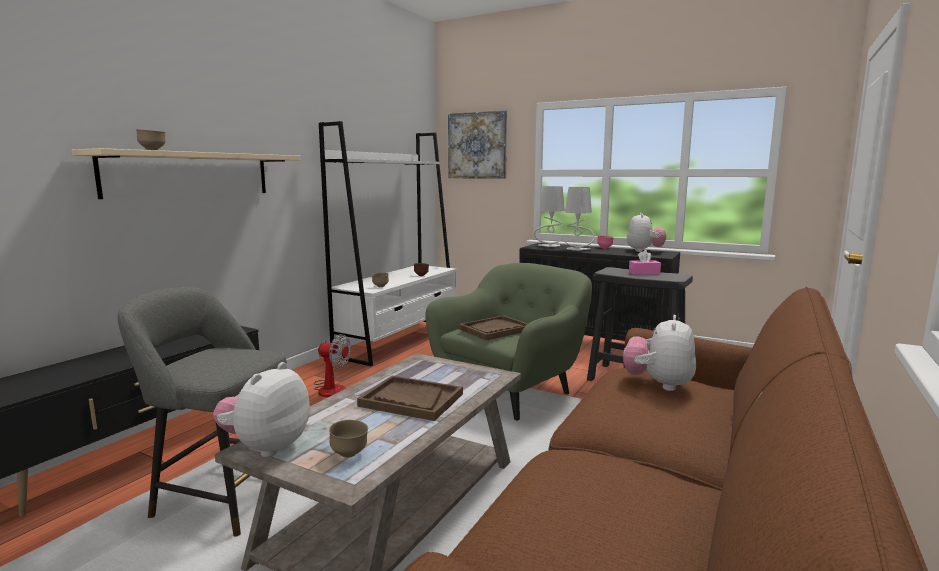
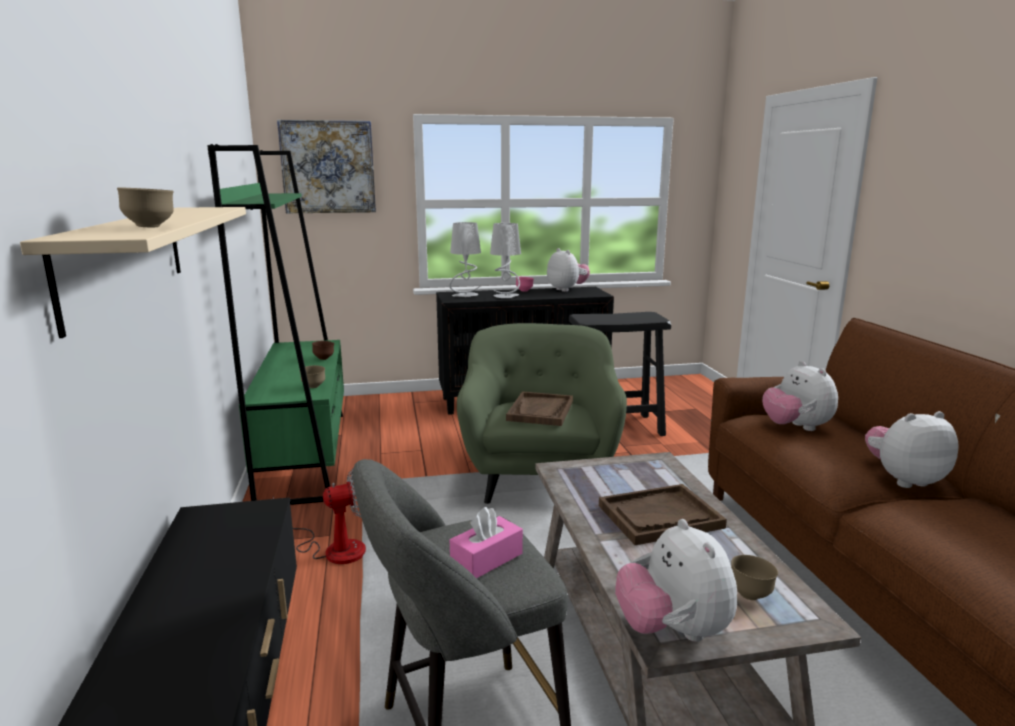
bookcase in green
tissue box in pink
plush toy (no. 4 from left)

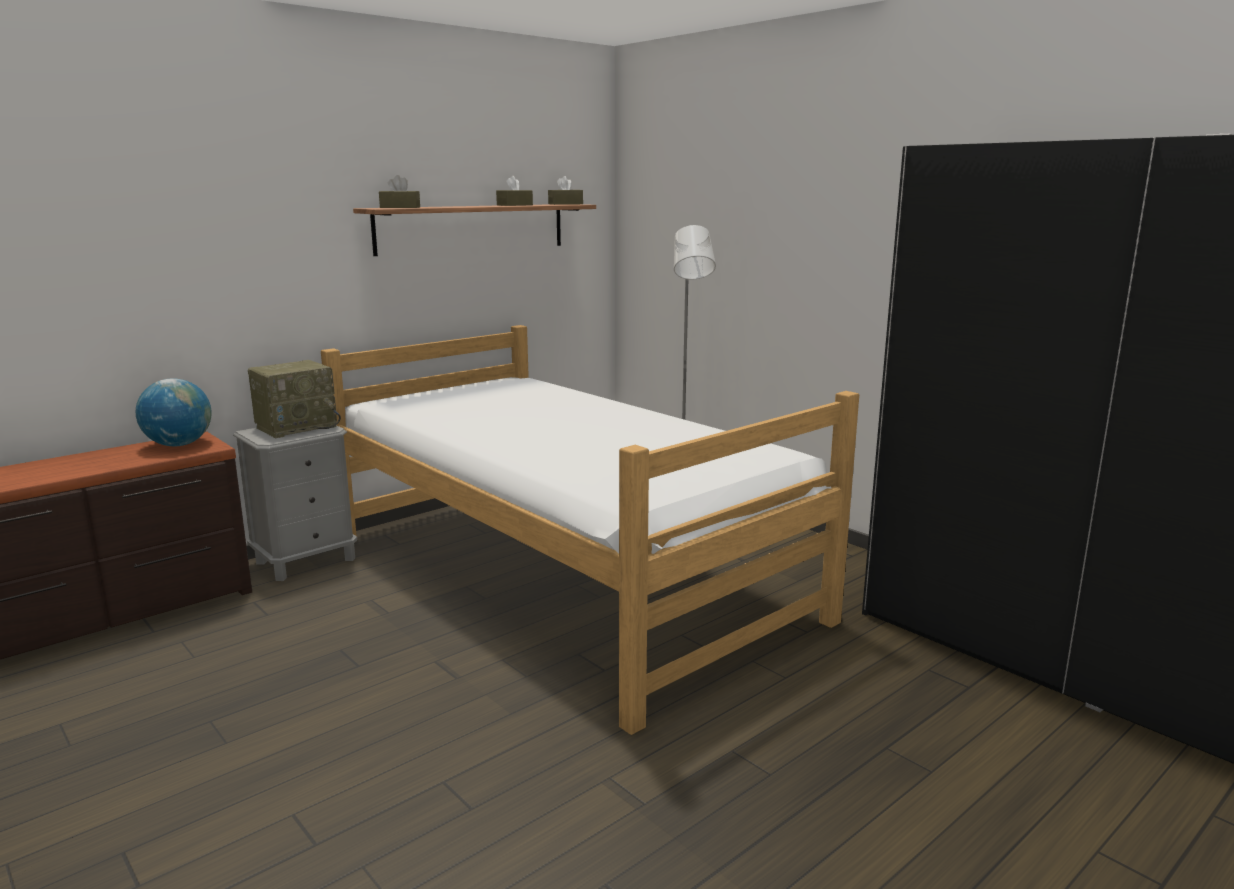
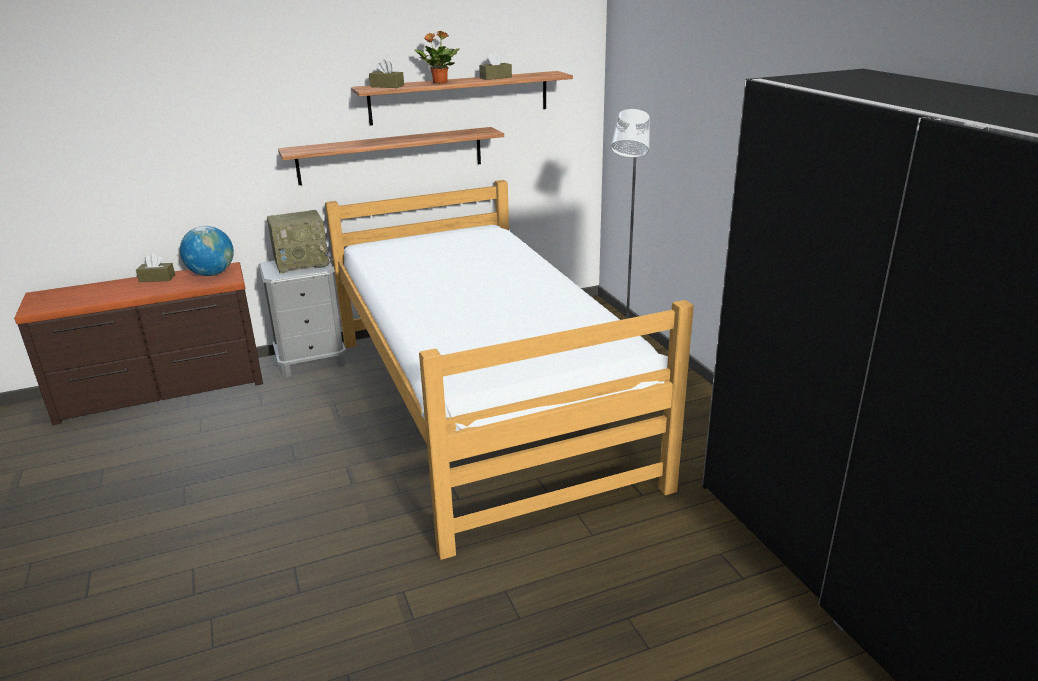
tissue box in brown (no. 1 from left)
shelf (no. 1 from left)
potted plant

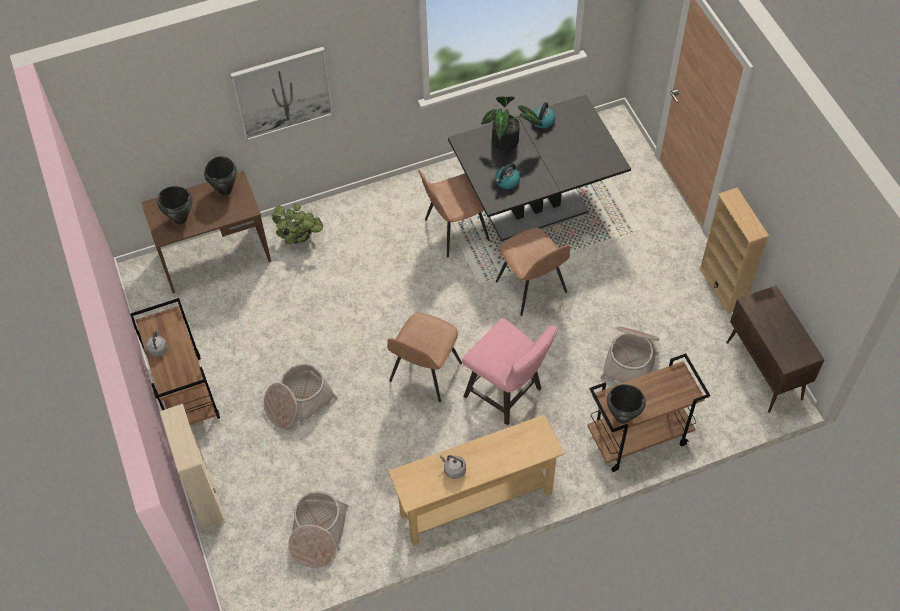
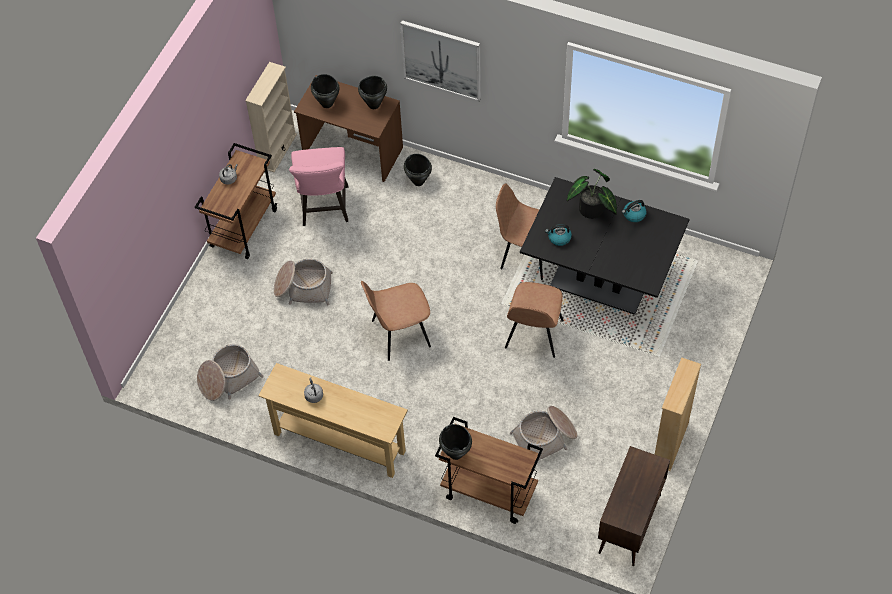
bookcase in beige (no. 1 from left)
stool in pink
cooking pot in black (no. 3 from left)

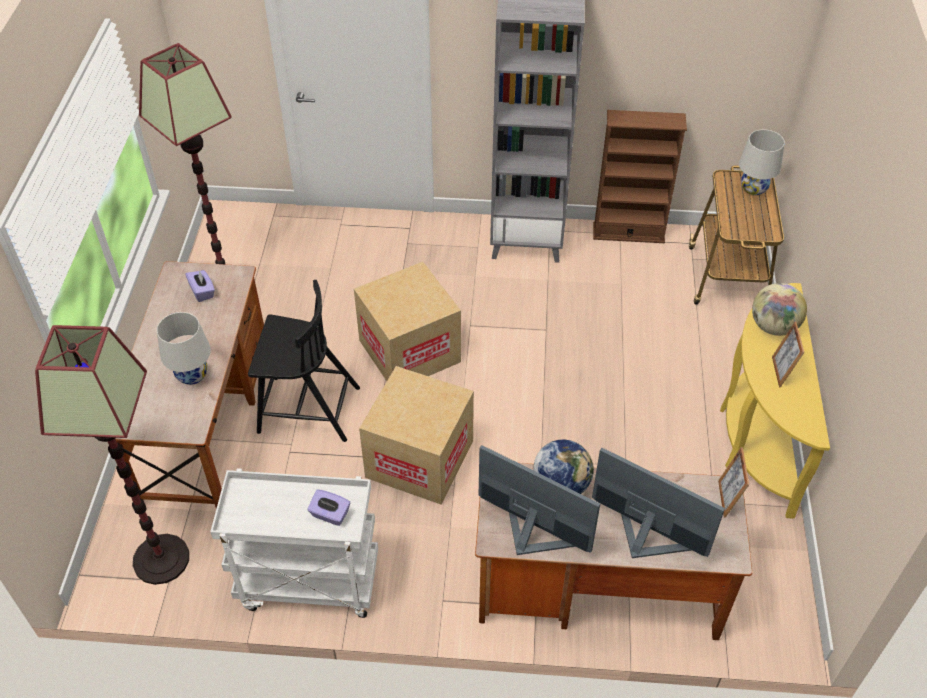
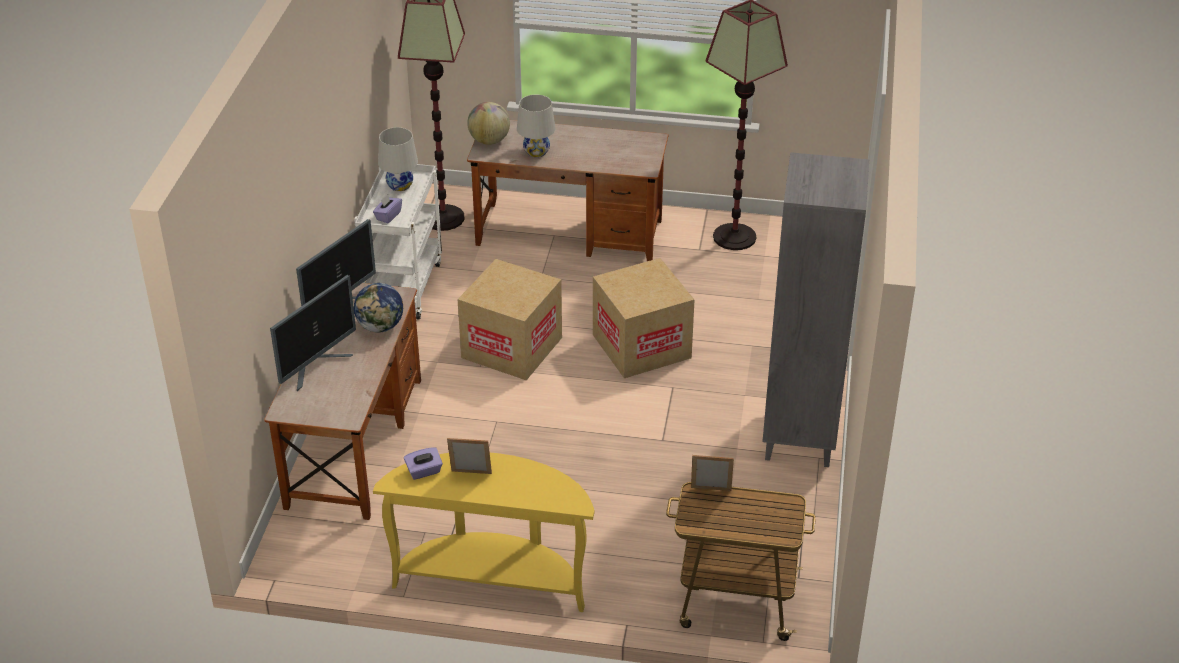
table lamp in white (no. 1 from left)
tissue box in purple (no. 2 from left)
globe (no. 2 from left)
picture frame (no. 2 from left)
chair in black
bookcase in brown

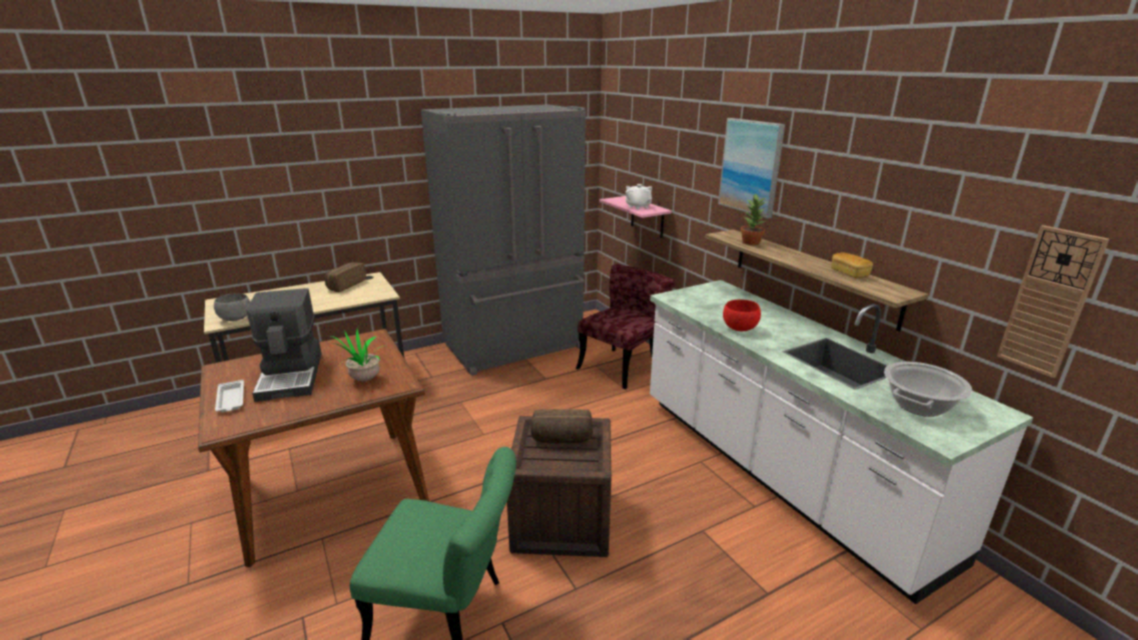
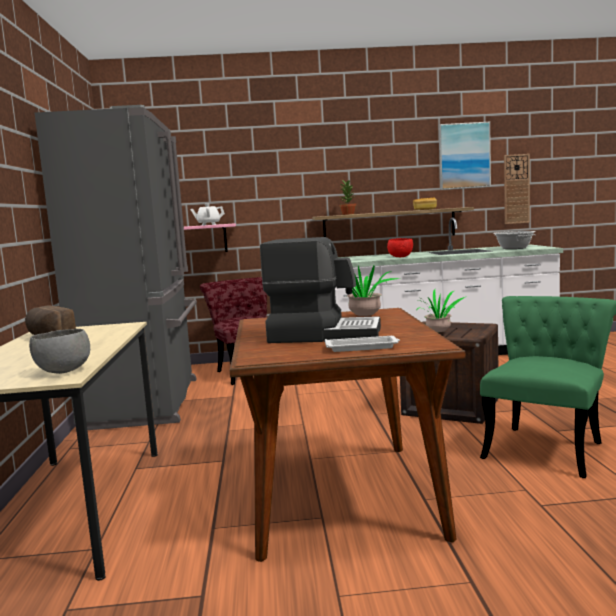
potted plant (no. 3 from left)
picture

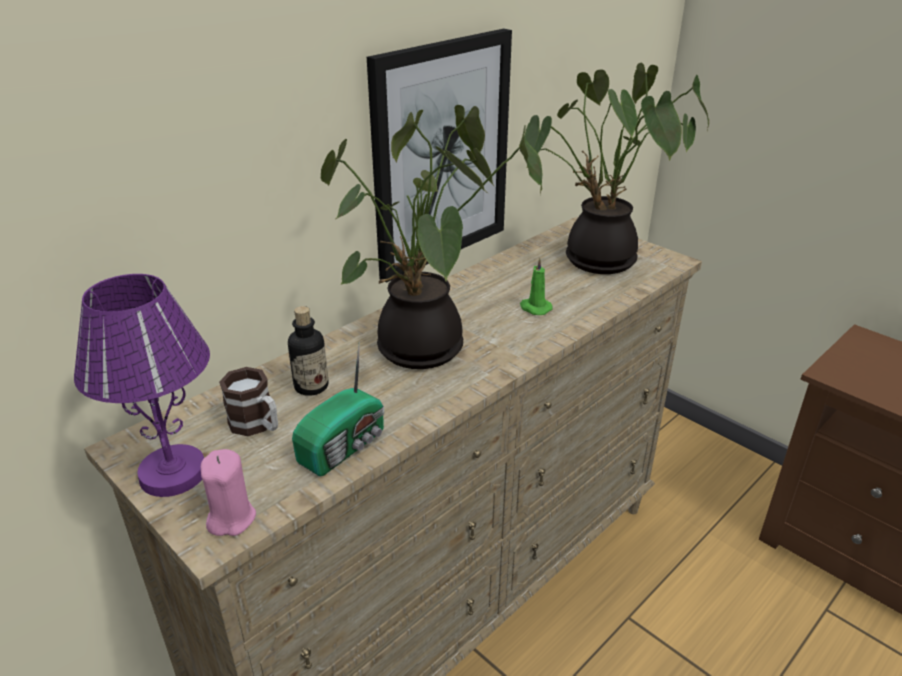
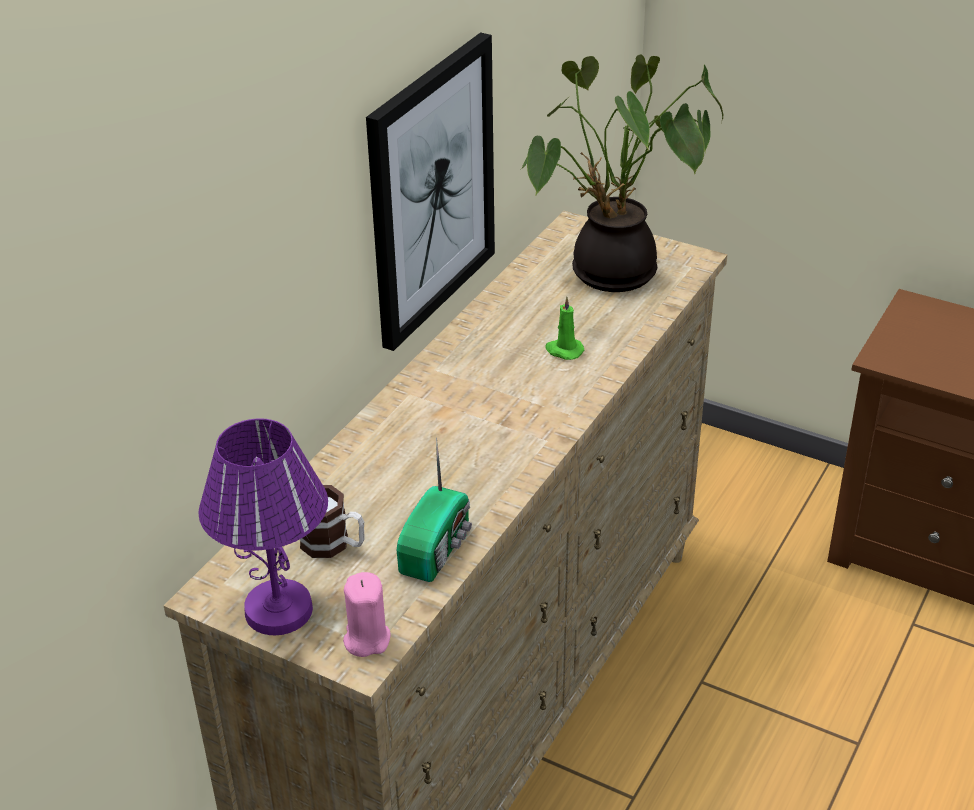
bottle
potted plant (no. 1 from left in the first image)

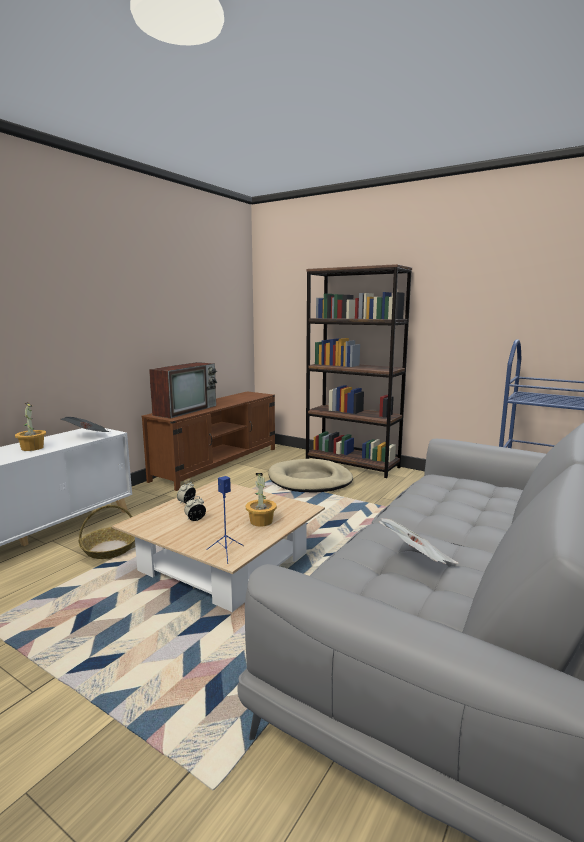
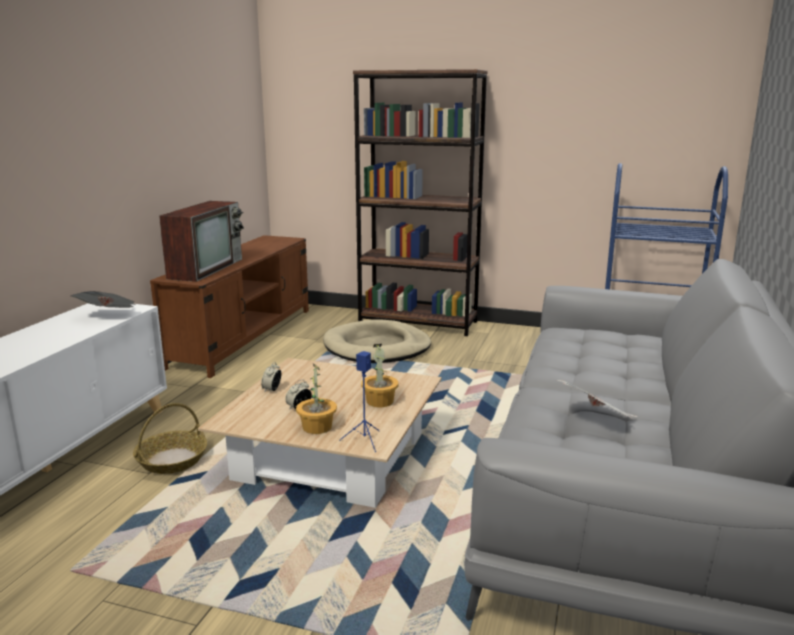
potted plant (no. 1 from left)

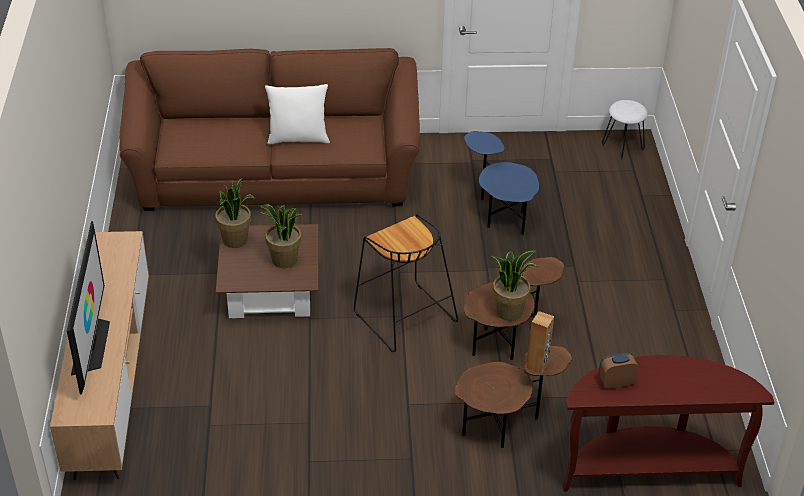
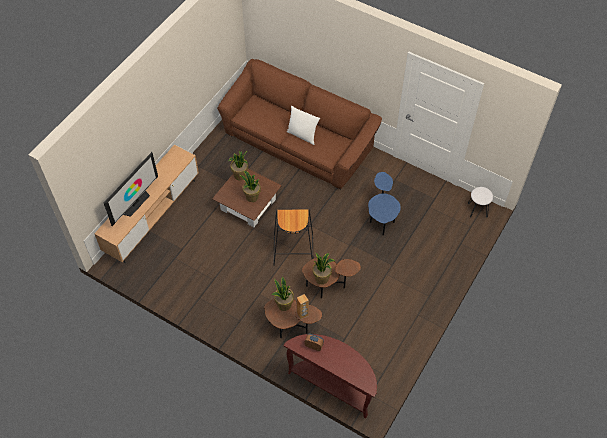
potted plant (no. 3 from left)

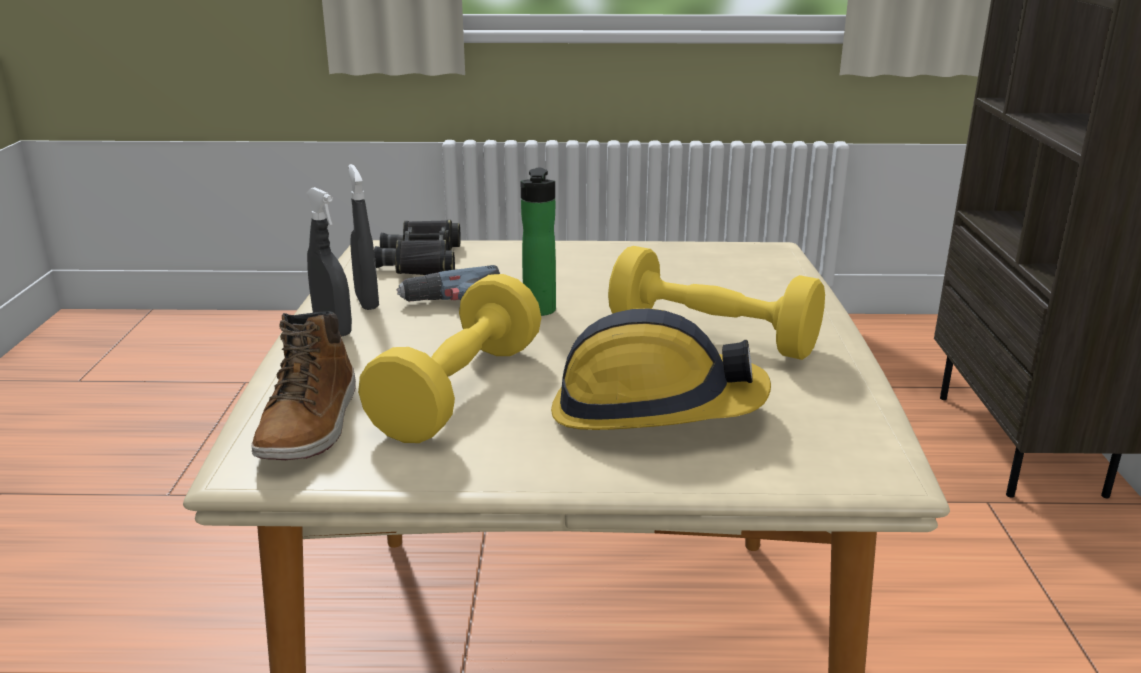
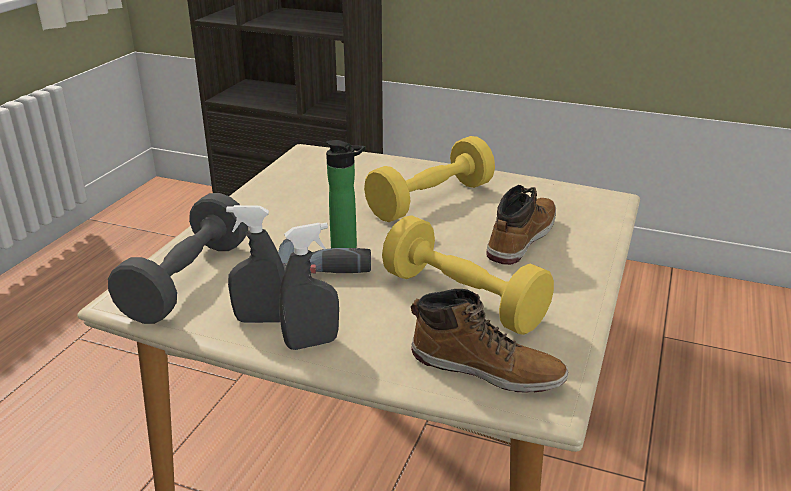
dumbbell in grey
boot (no. 2 from left)

